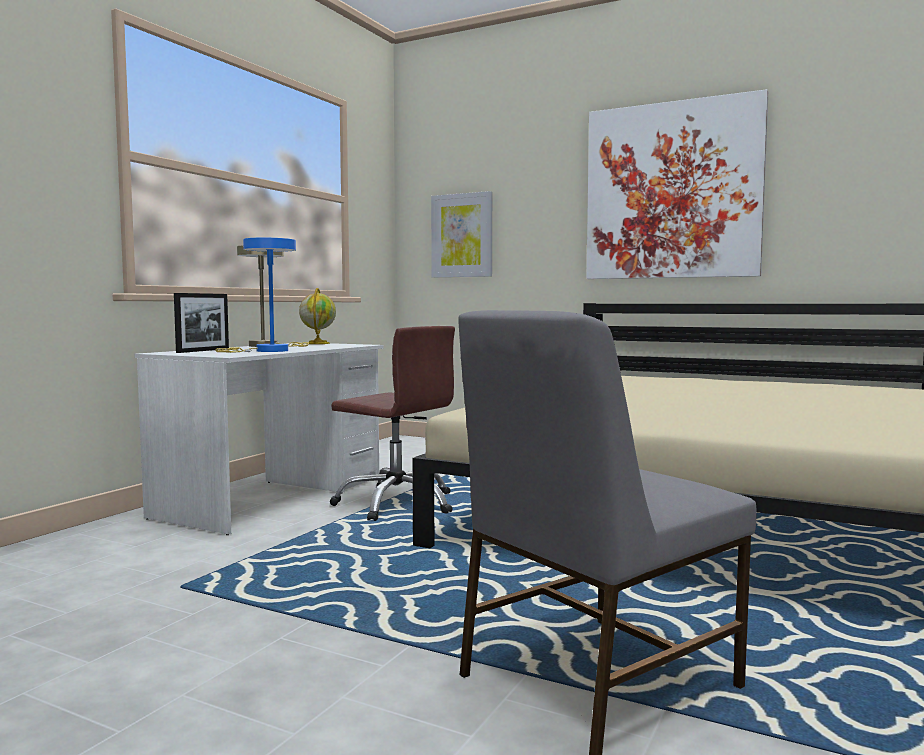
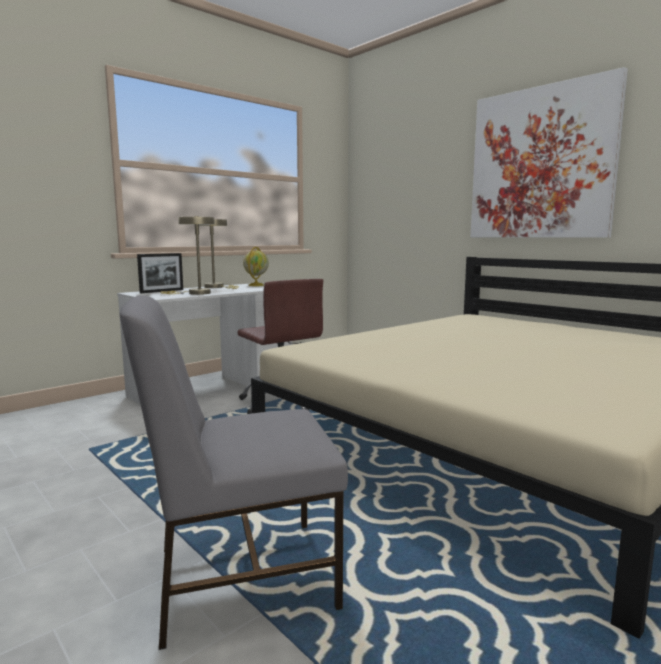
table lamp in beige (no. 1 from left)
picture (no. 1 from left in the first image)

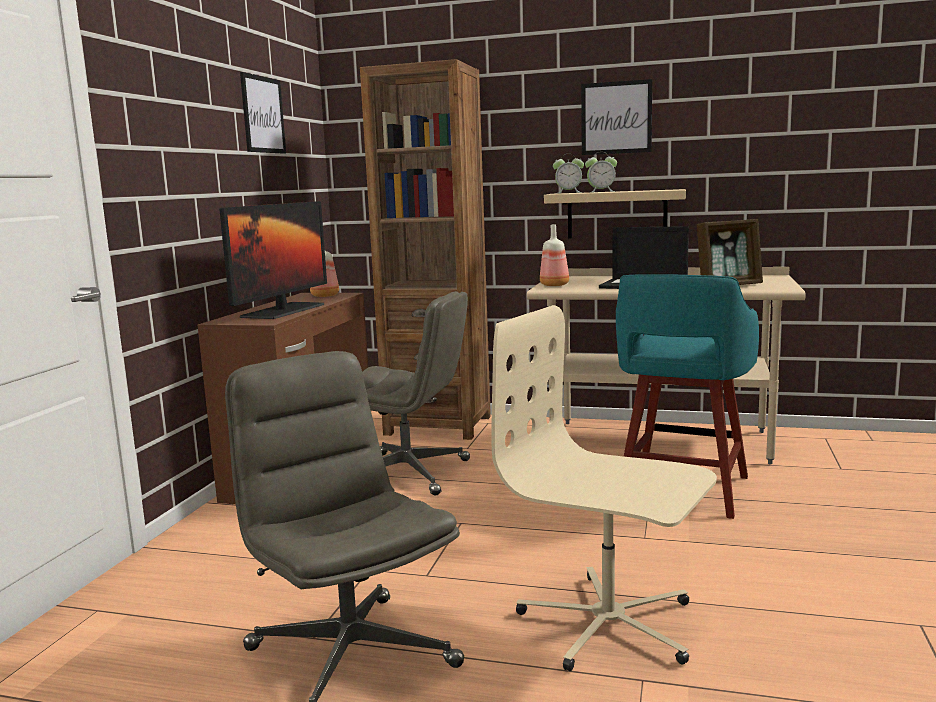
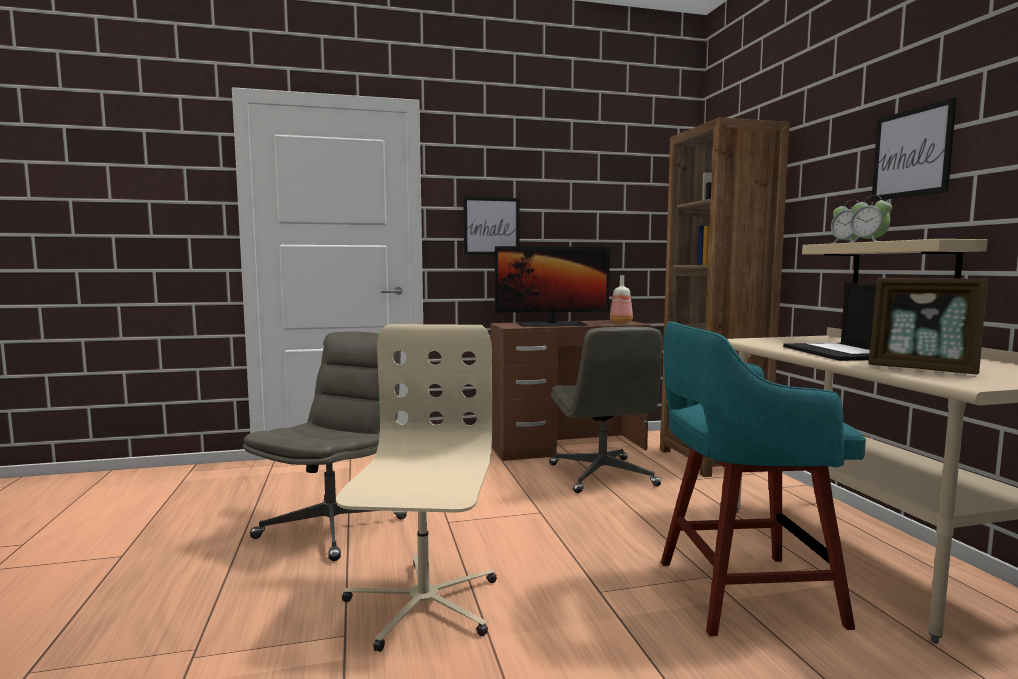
picture (no. 1 from left)
bottle (no. 2 from left in the first image)

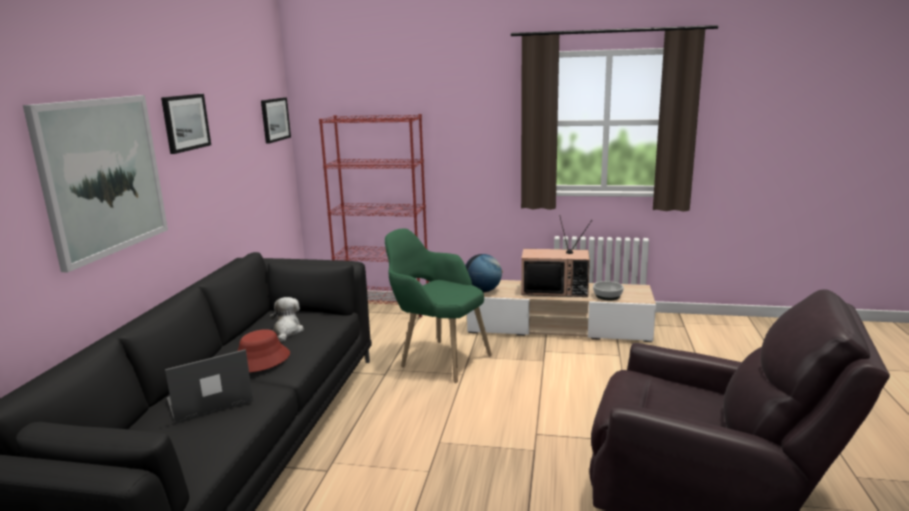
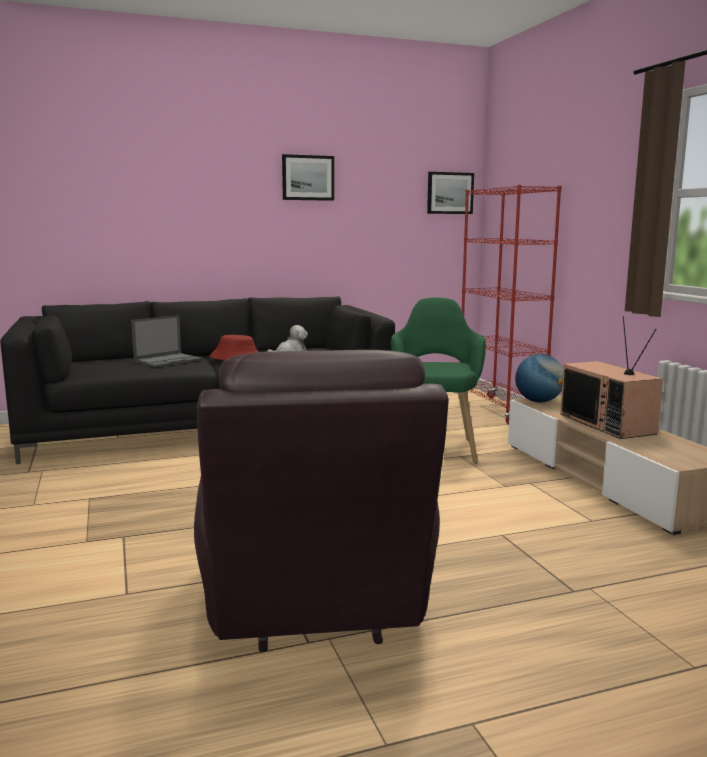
laptop
picture (no. 1 from left in the first image)
bowl

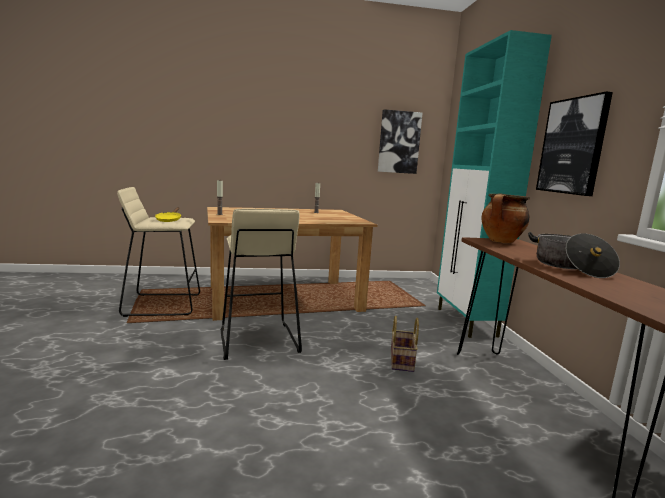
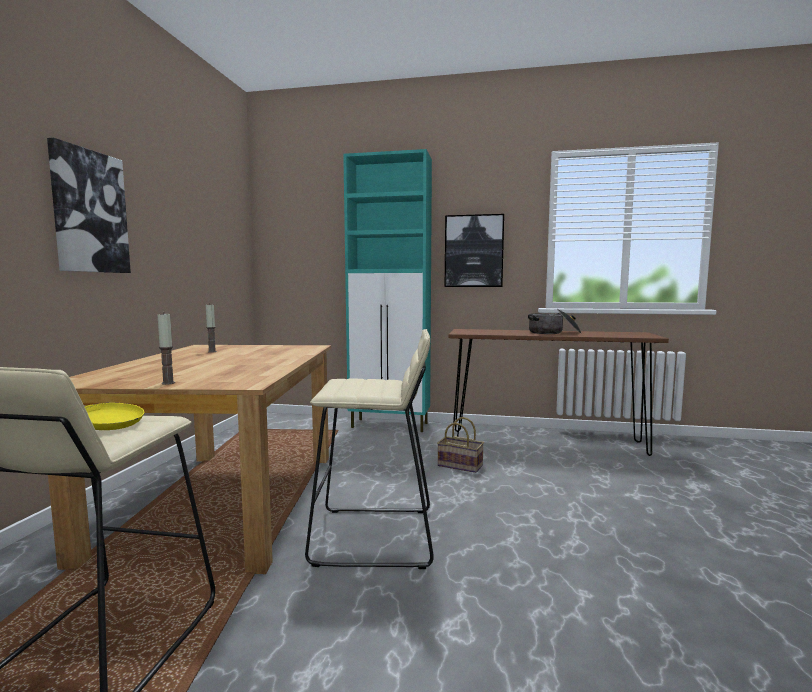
picture (no. 1 from left)
cooking pot (no. 1 from left in the first image)

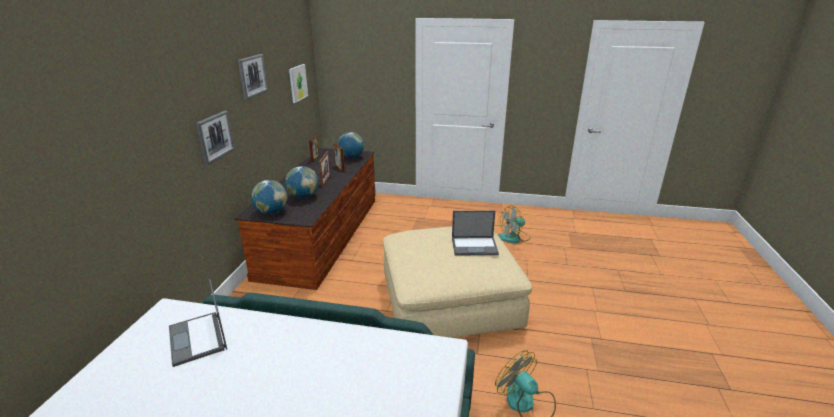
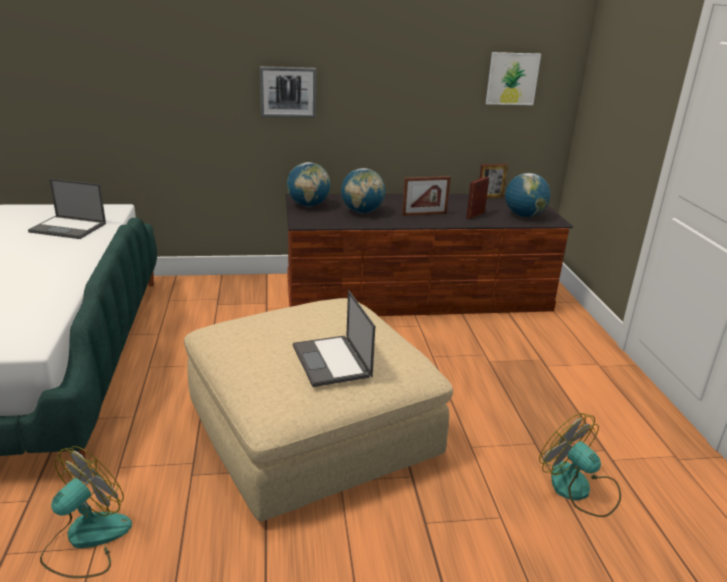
laptop (no. 1 from left)
picture (no. 2 from left in the first image)

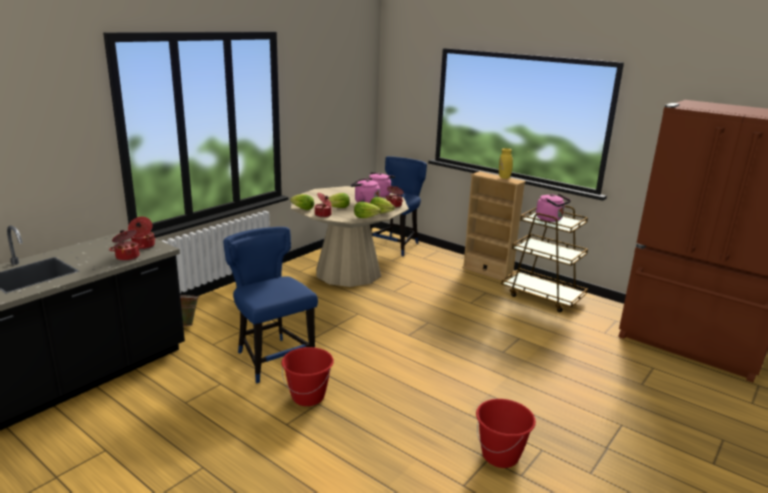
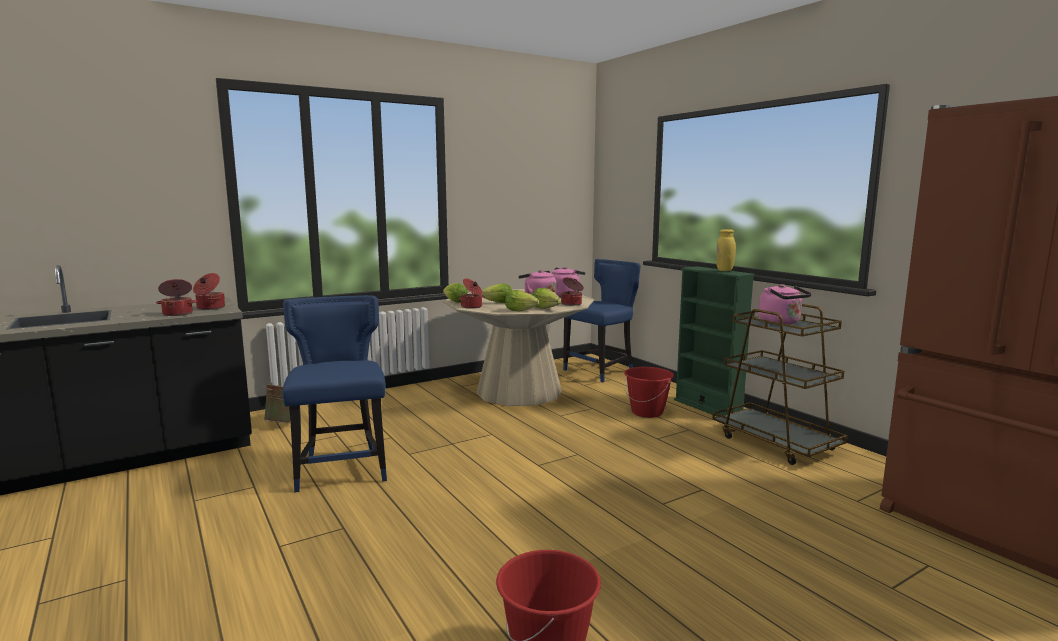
bucket in red (no. 2 from left)
bookcase in green

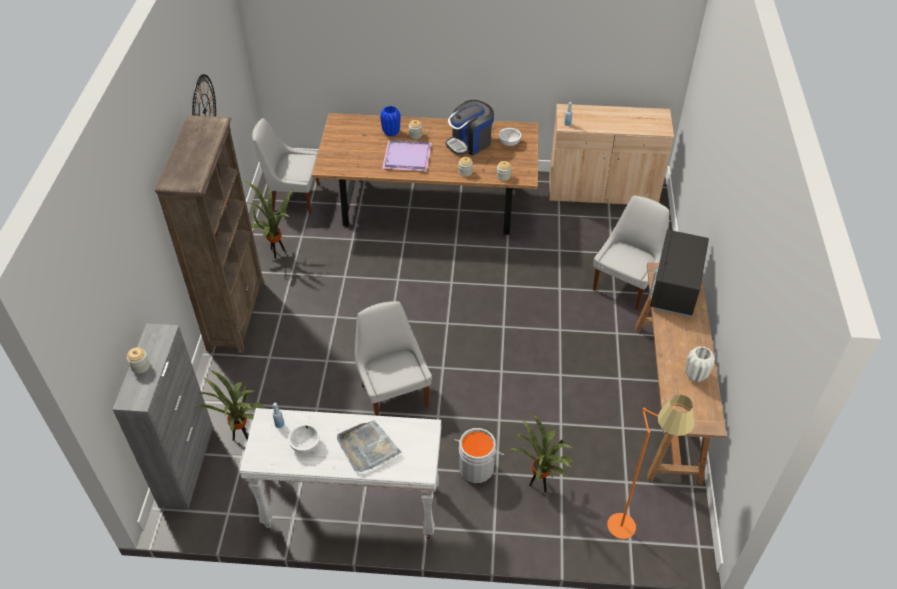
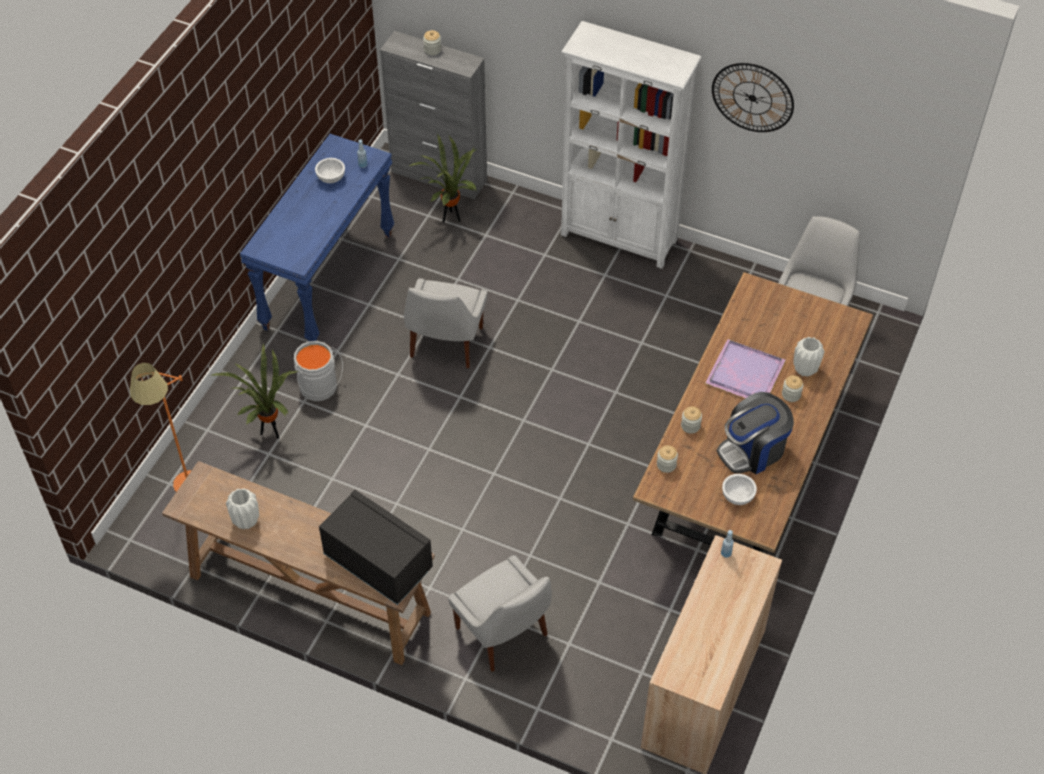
console table in blue
chair in white (no. 1 from left)
bookcase in white
coffee machine
vase in white (no. 2 from left)
potted plant (no. 2 from left in the first image)
tray in grey

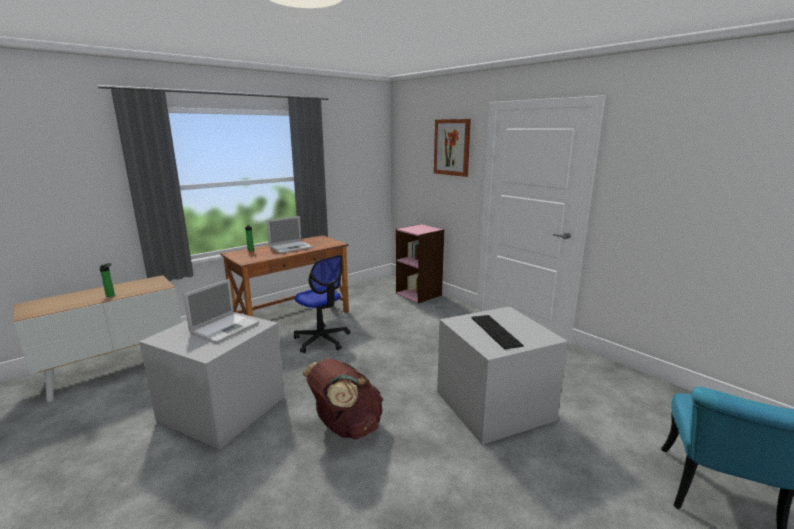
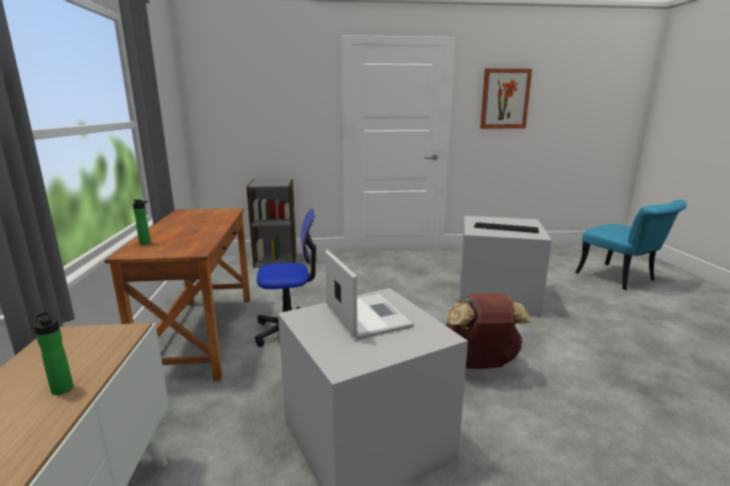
bookcase in grey
picture
laptop (no. 2 from left in the first image)

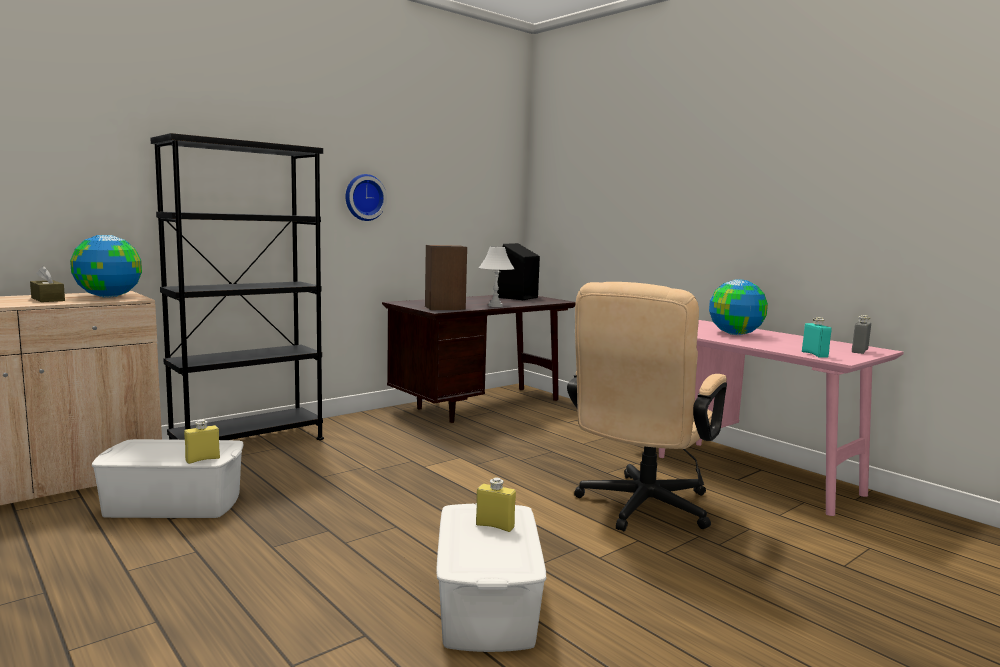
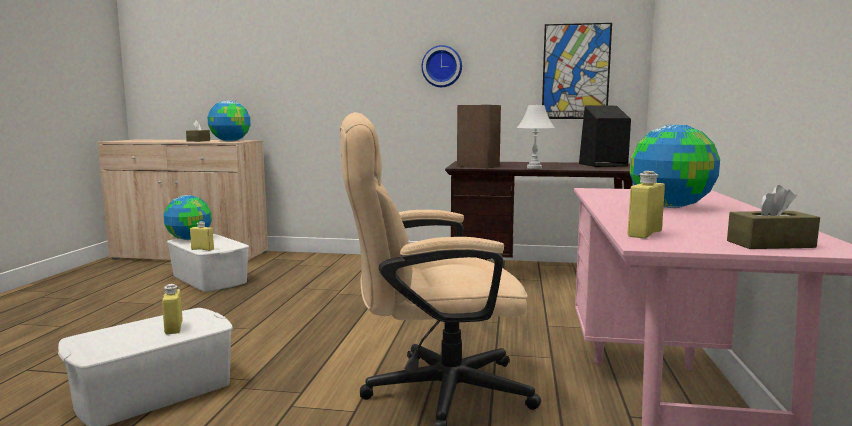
globe (no. 1 from left)
picture
bottle in yellow (no. 3 from left)
tissue box in brown (no. 2 from left)
bookcase in black

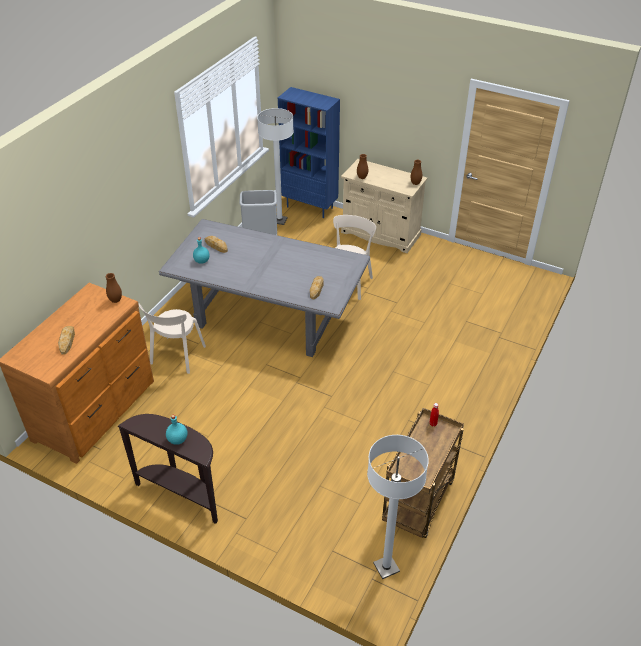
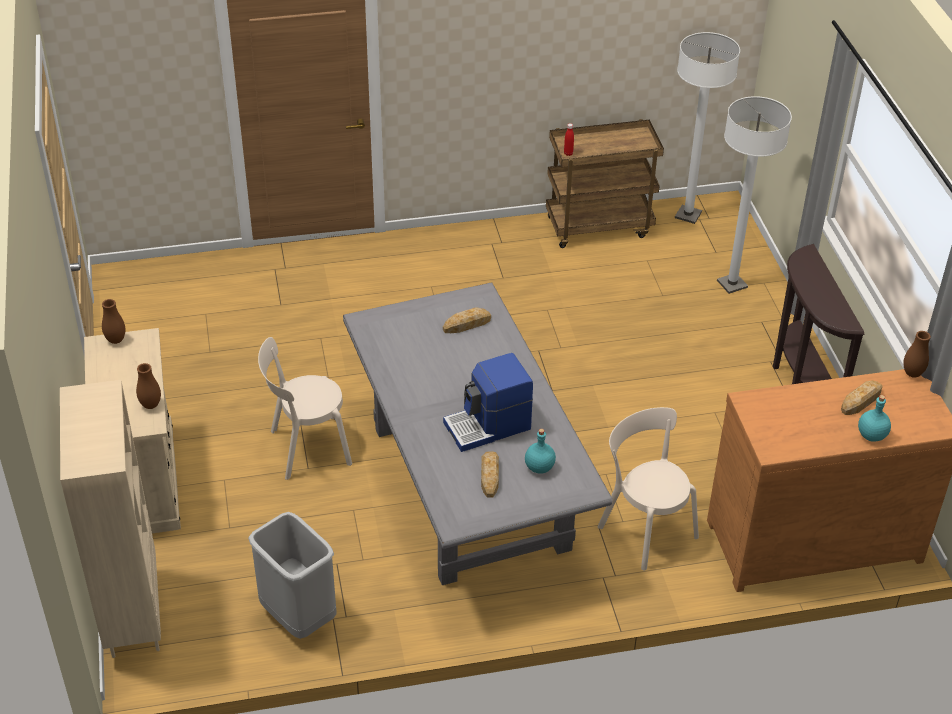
bookcase in beige
coffee machine
chair in beige (no. 2 from left)
floor lamp in white (no. 2 from left)
bottle in turquoise (no. 2 from left)
vase in brown (no. 3 from left)

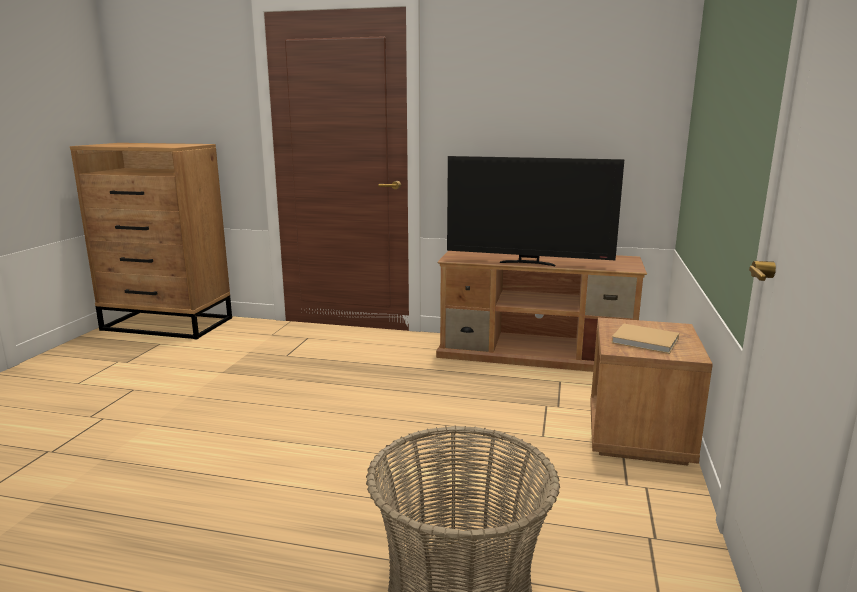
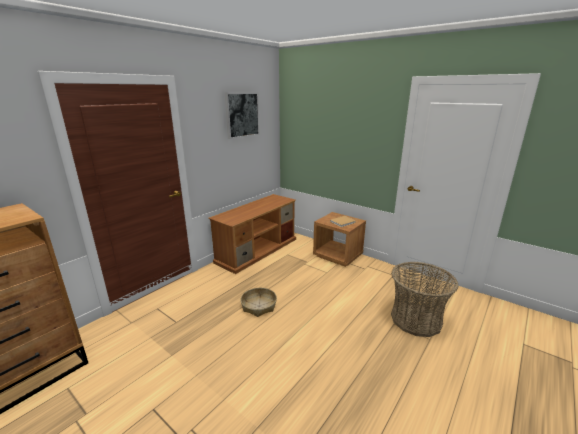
picture
basket (no. 1 from left)
television

